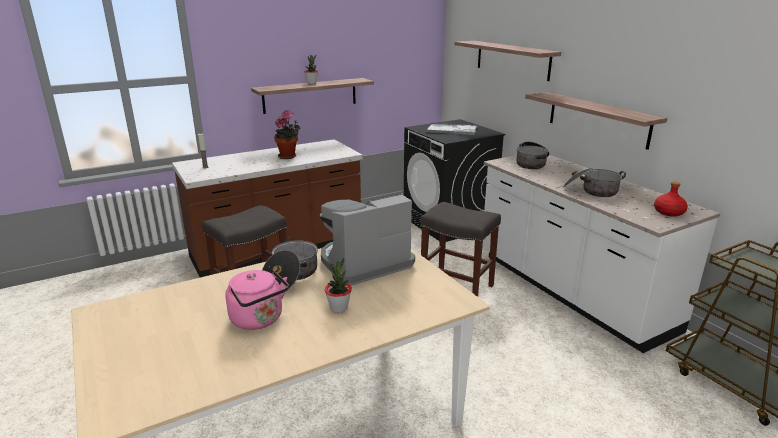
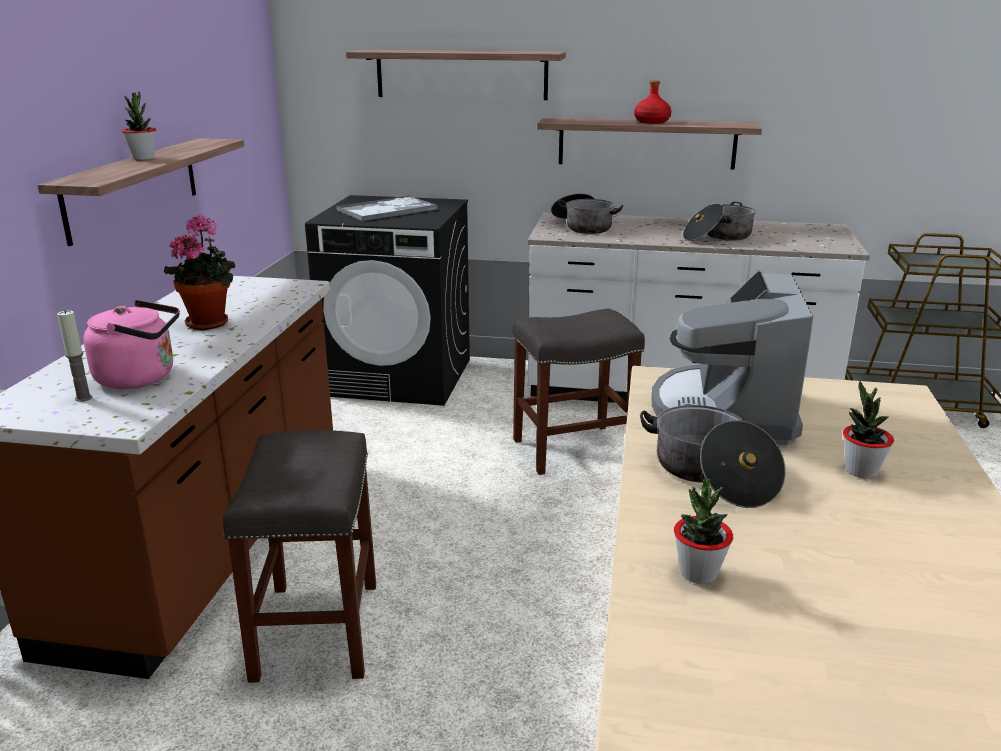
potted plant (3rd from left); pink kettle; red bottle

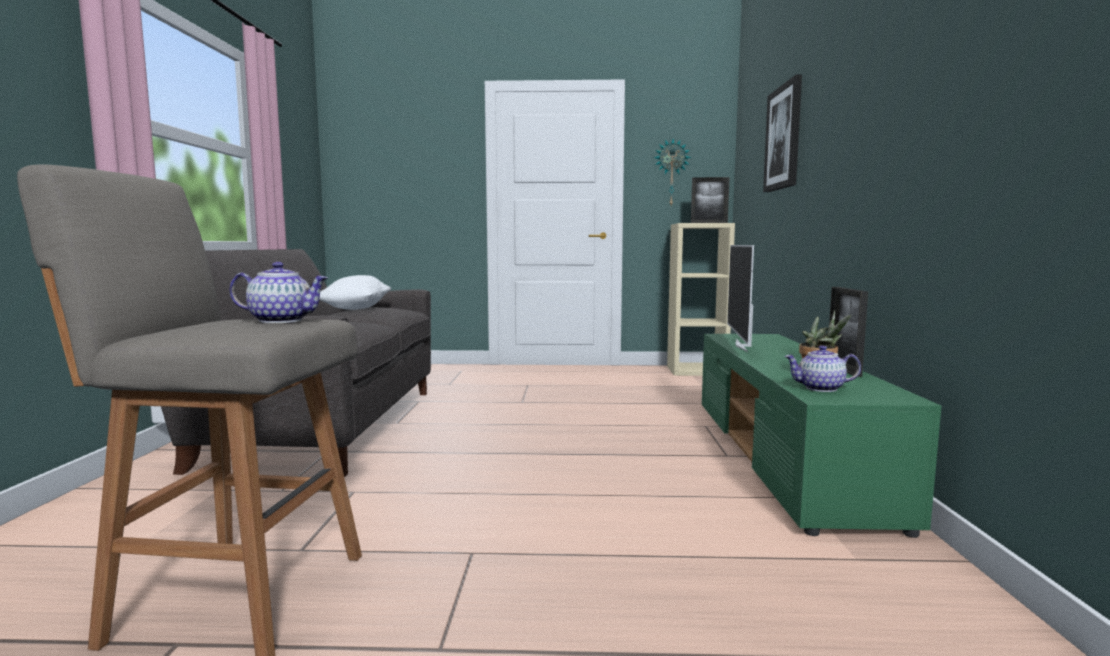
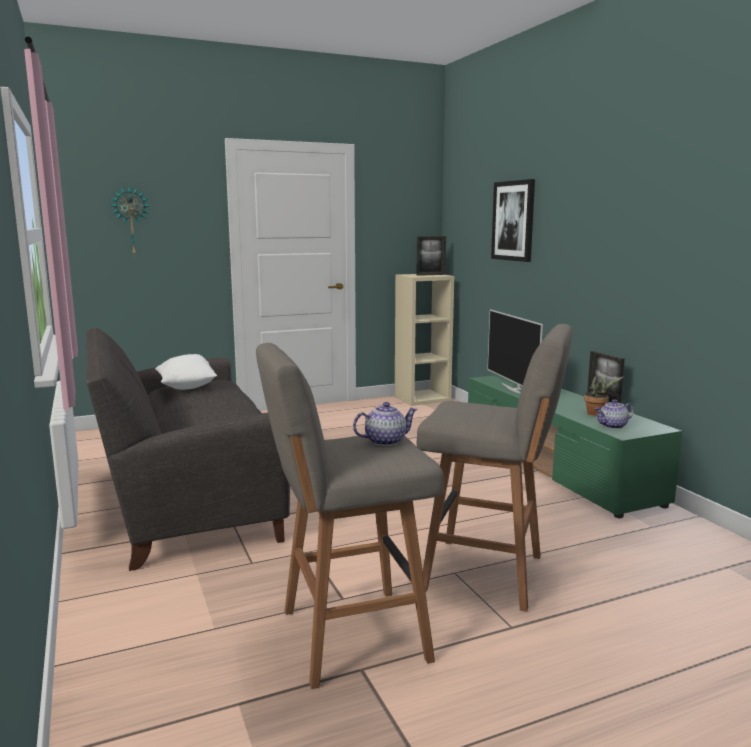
grey stool (2nd from left); wall clock

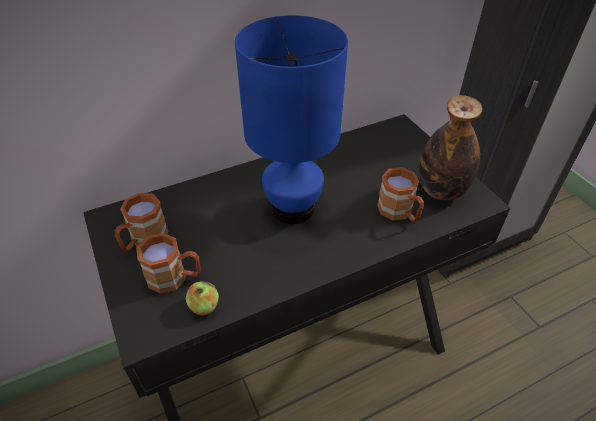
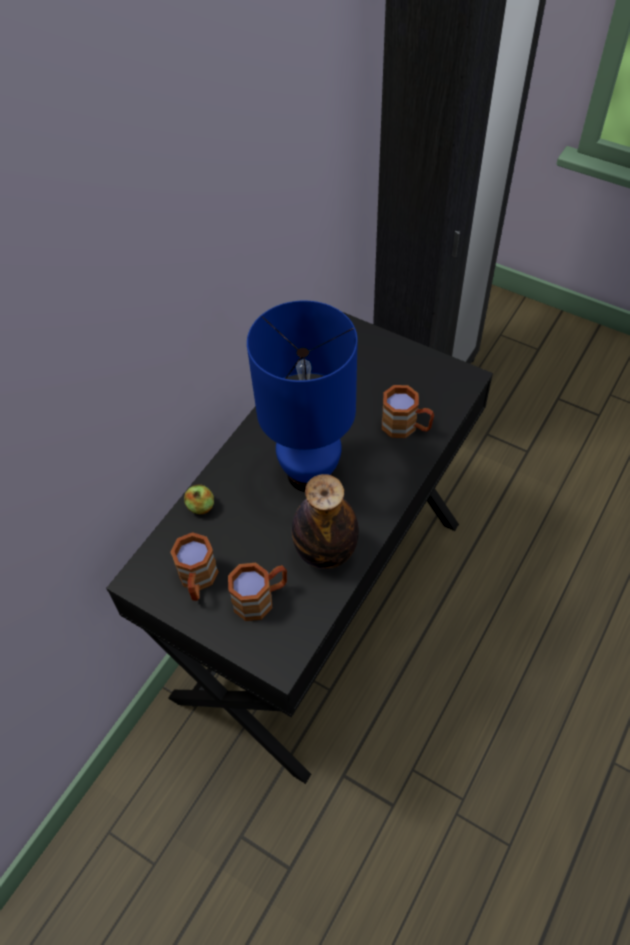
apple; bottle

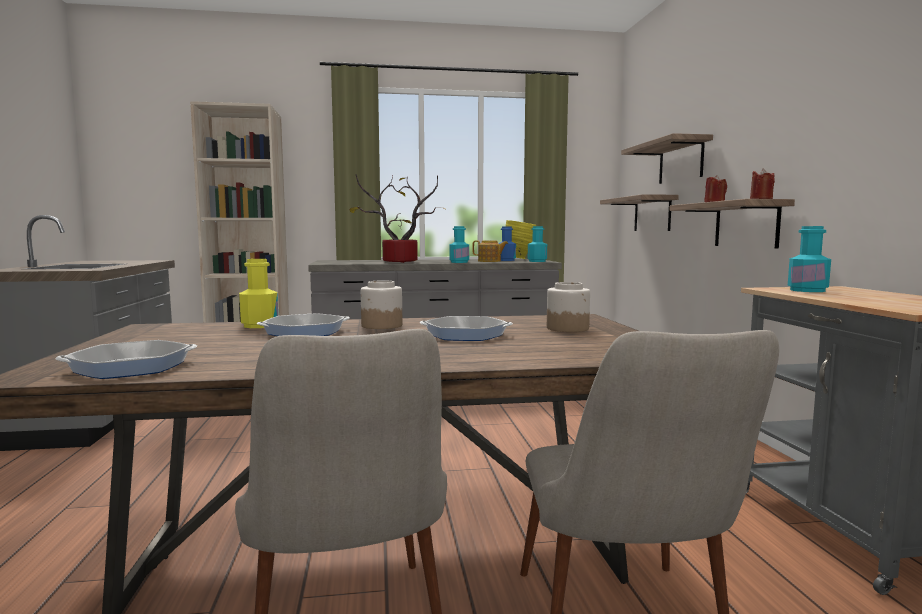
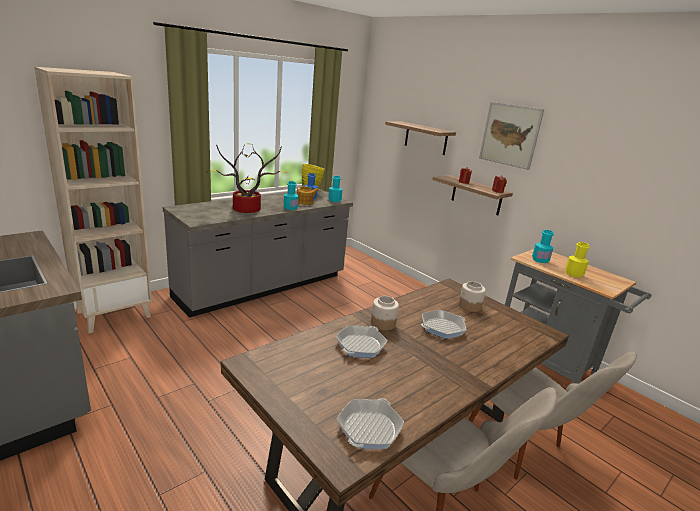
shelf (1st from left in the first image); picture; yellow bottle

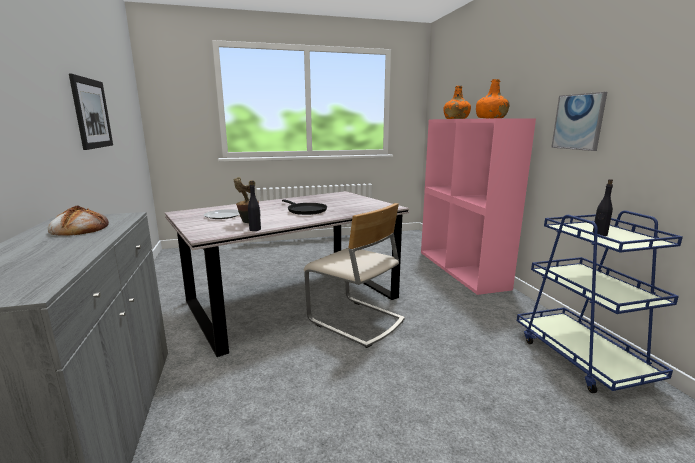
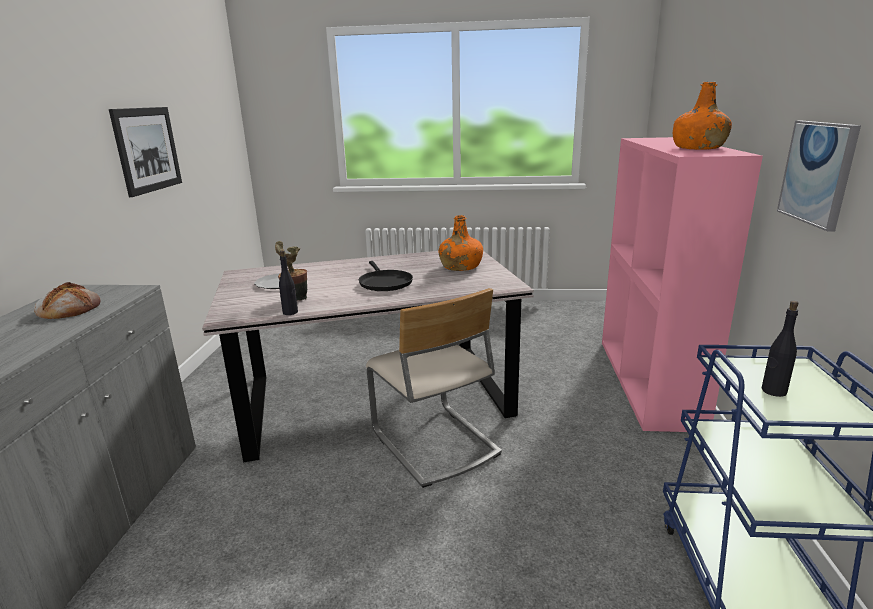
orange bottle (1st from left)

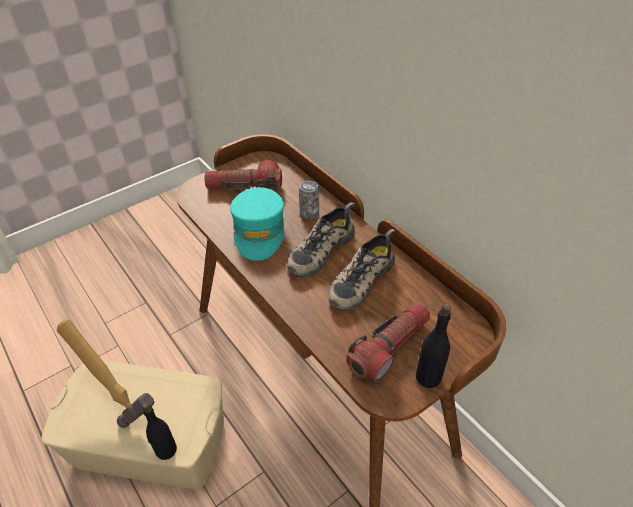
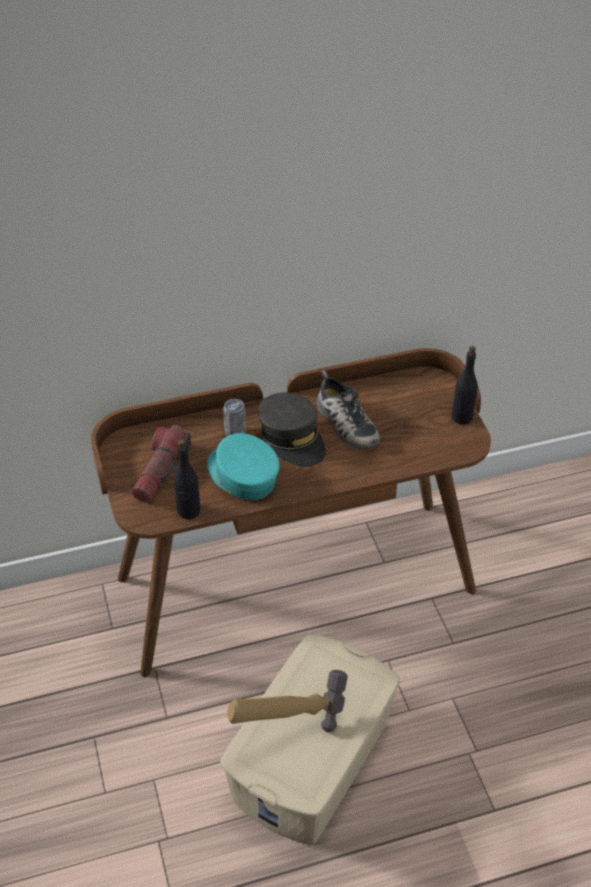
flashlight (2nd from left in the first image); black bottle (1st from left); grey cap; turquoise cap

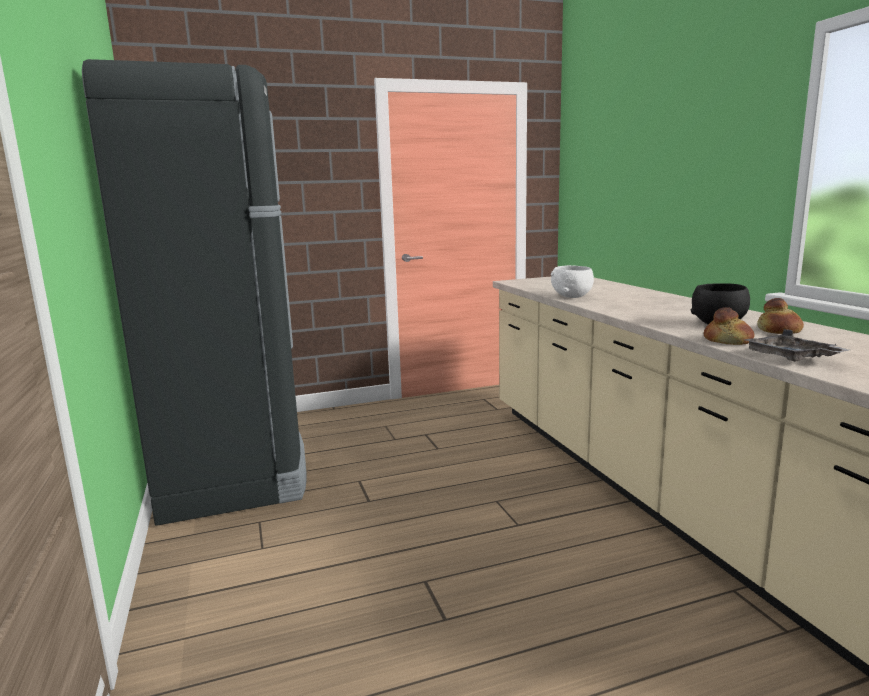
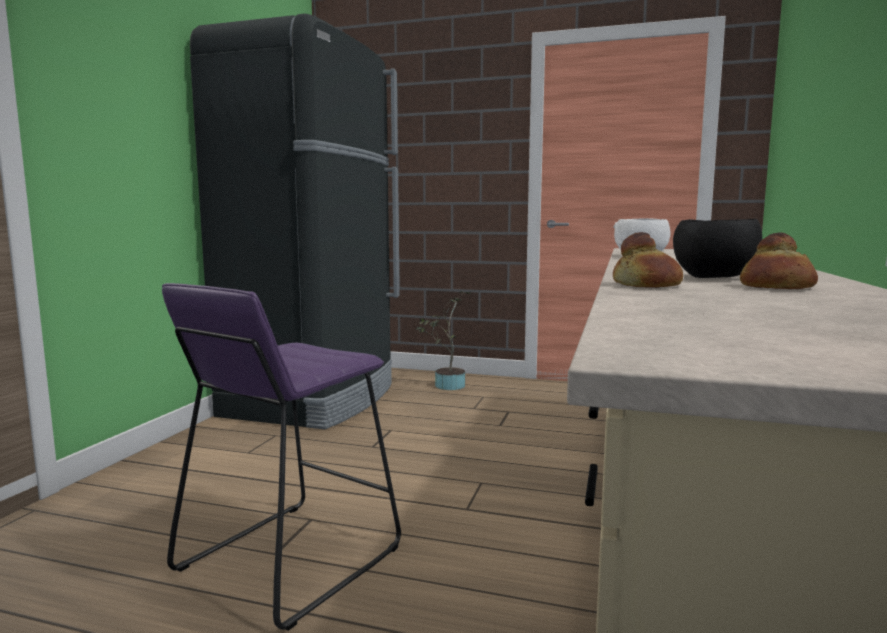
grey tray; purple stool; potted plant

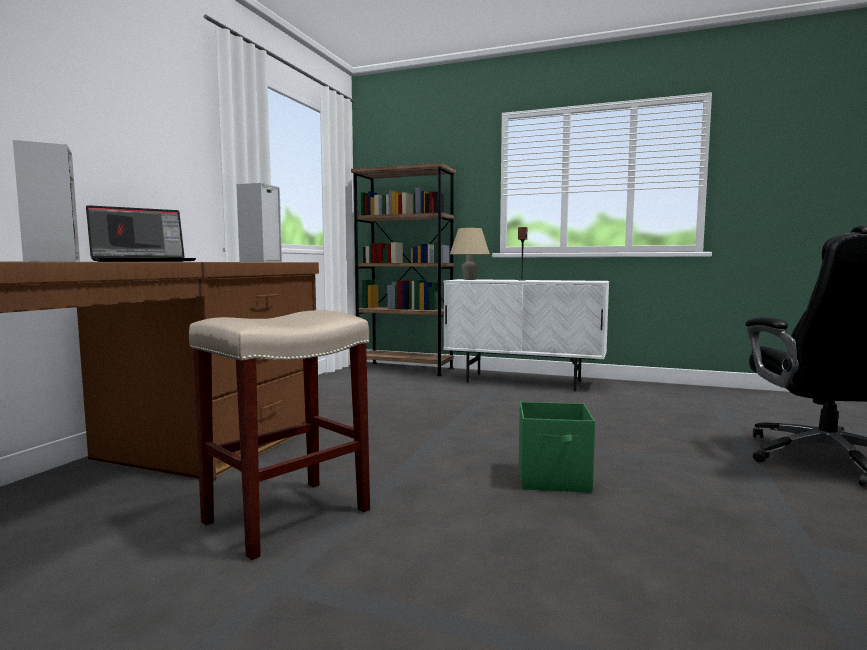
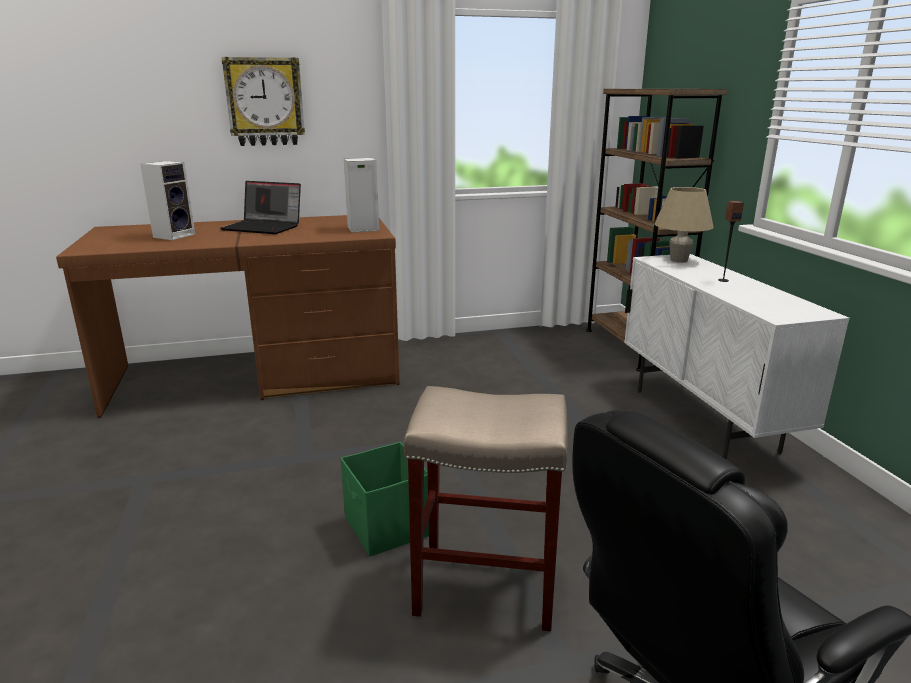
wall clock; beige stool

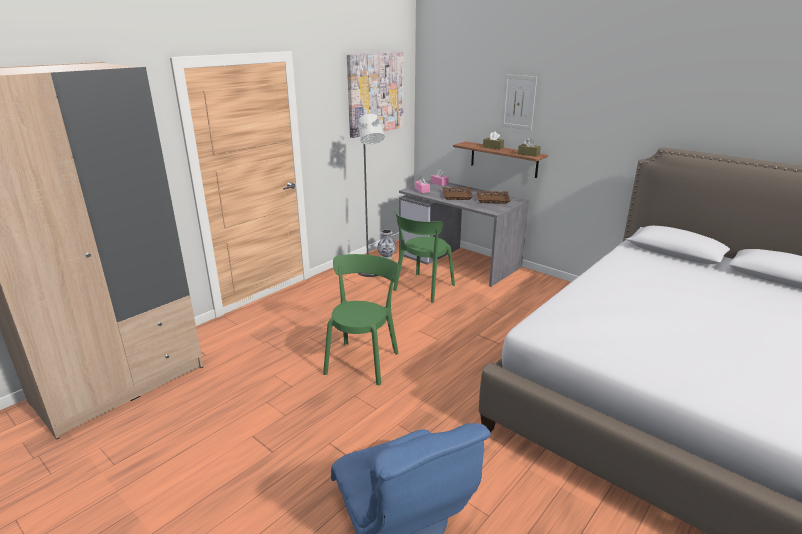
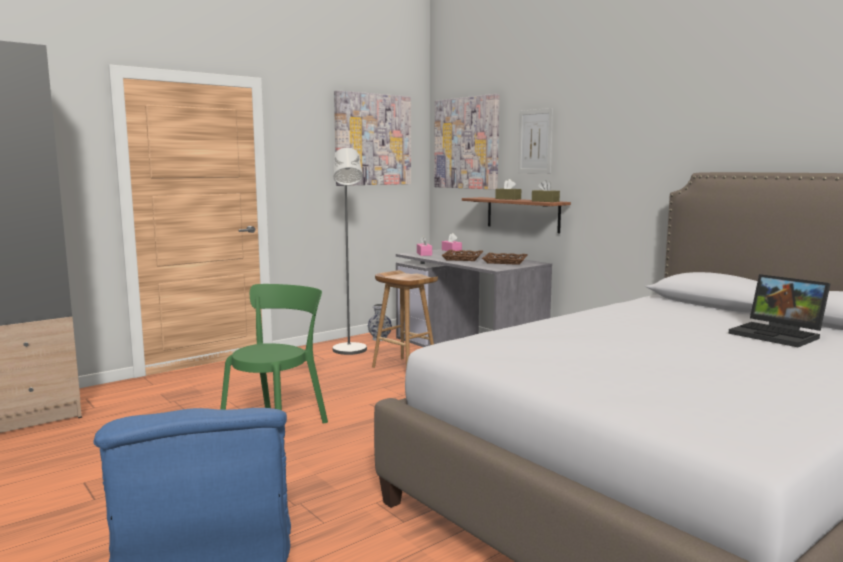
picture (2nd from left); laptop; brown stool

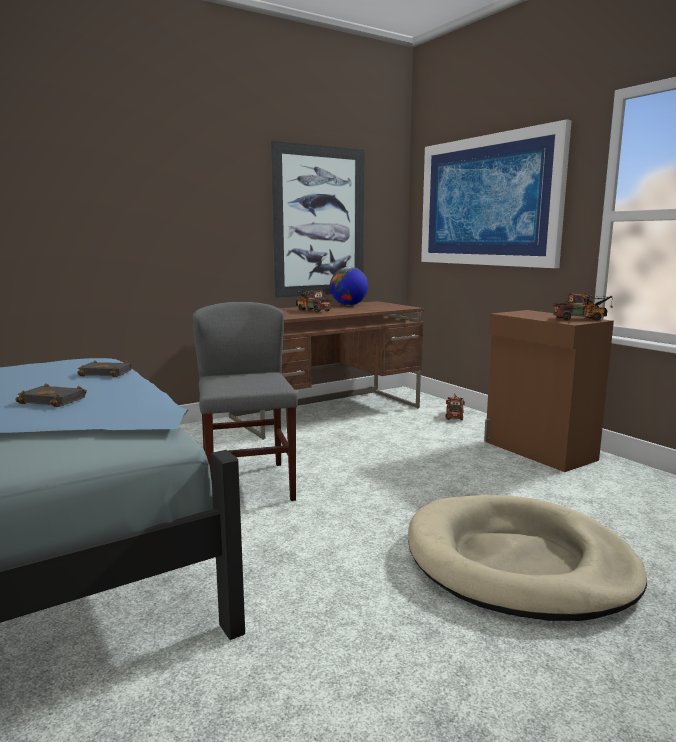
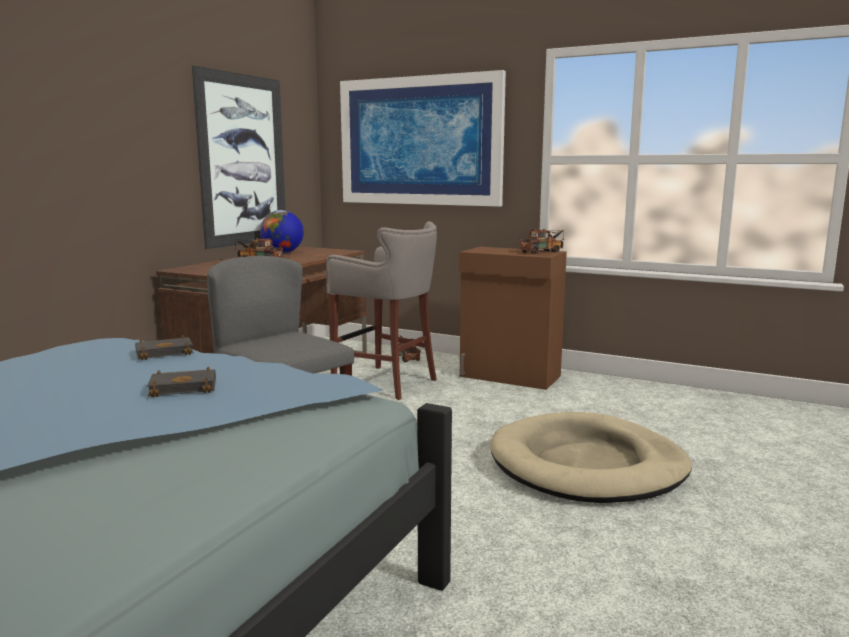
grey stool

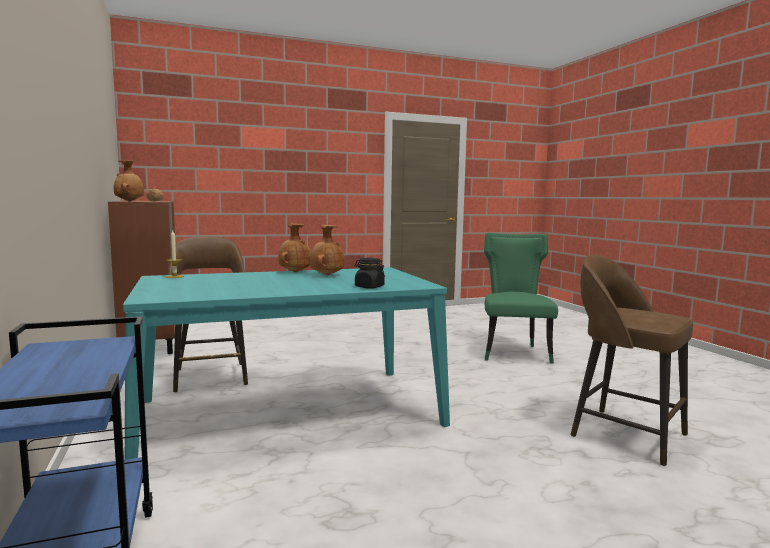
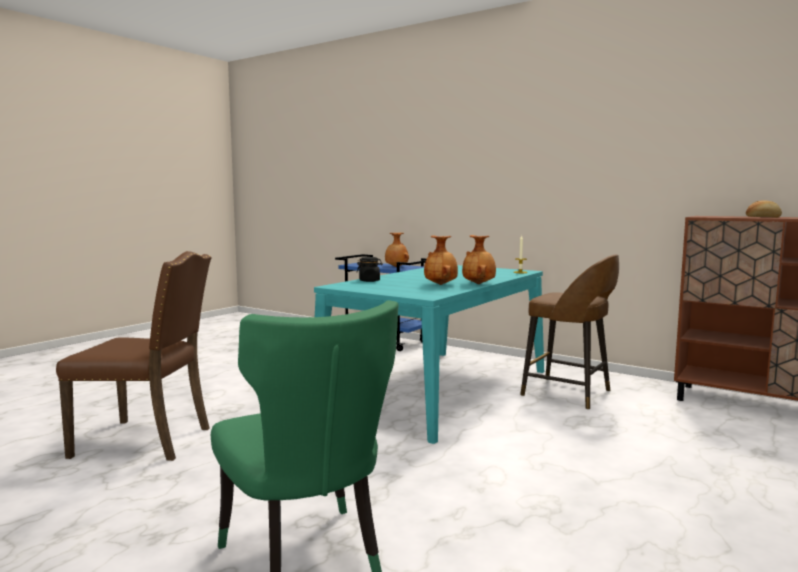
brown vase (1st from left); brown chair

